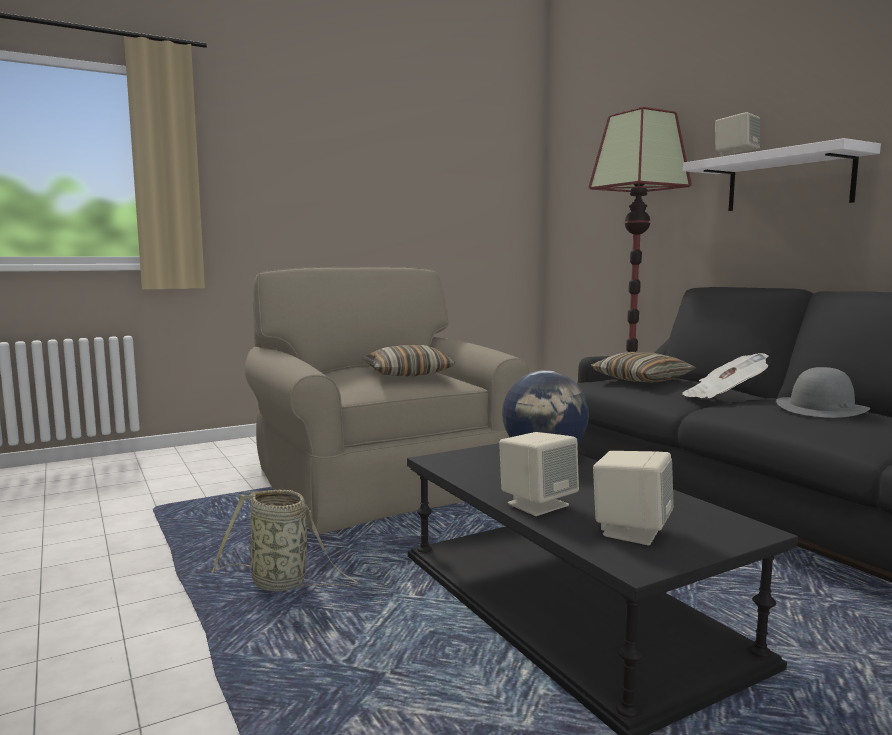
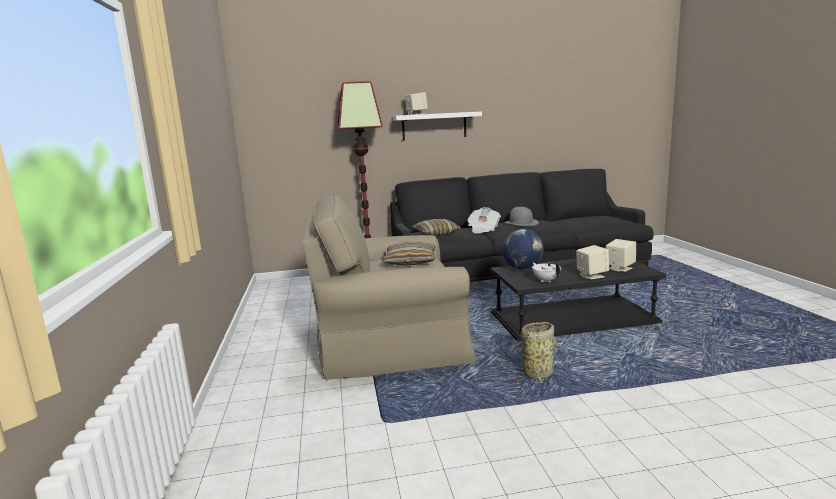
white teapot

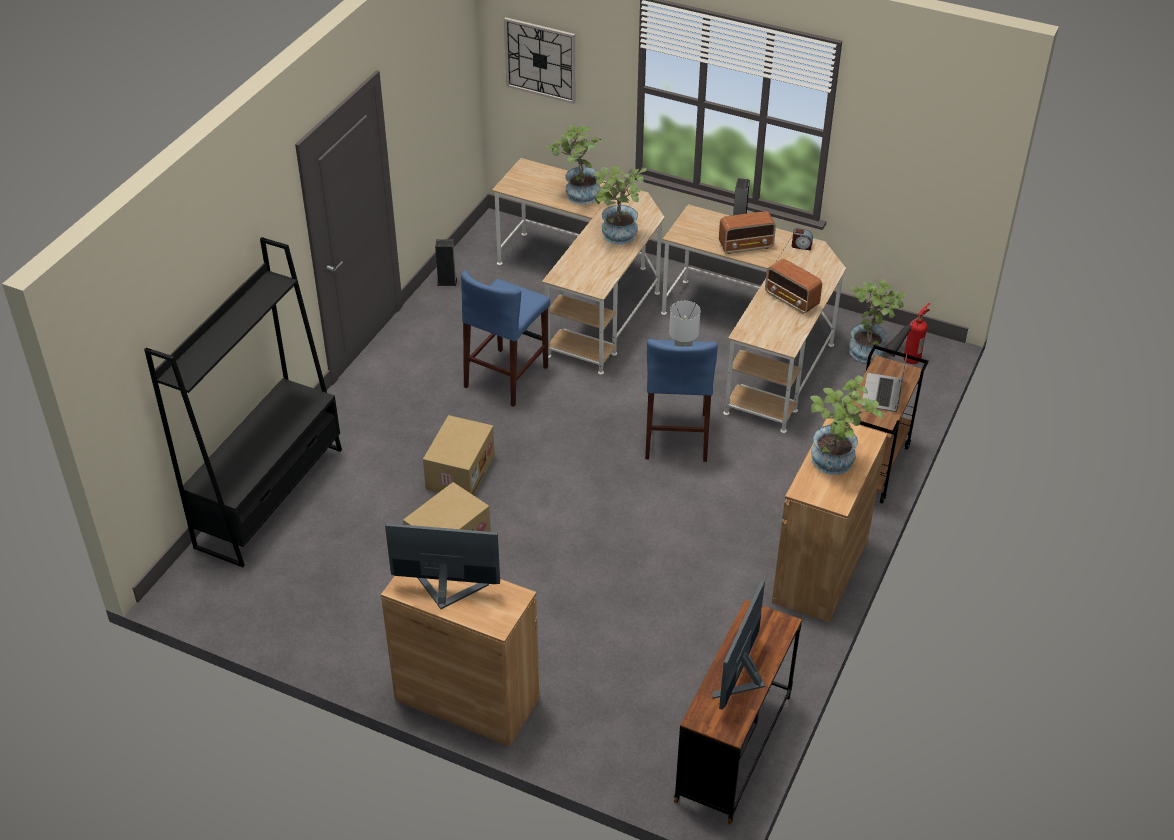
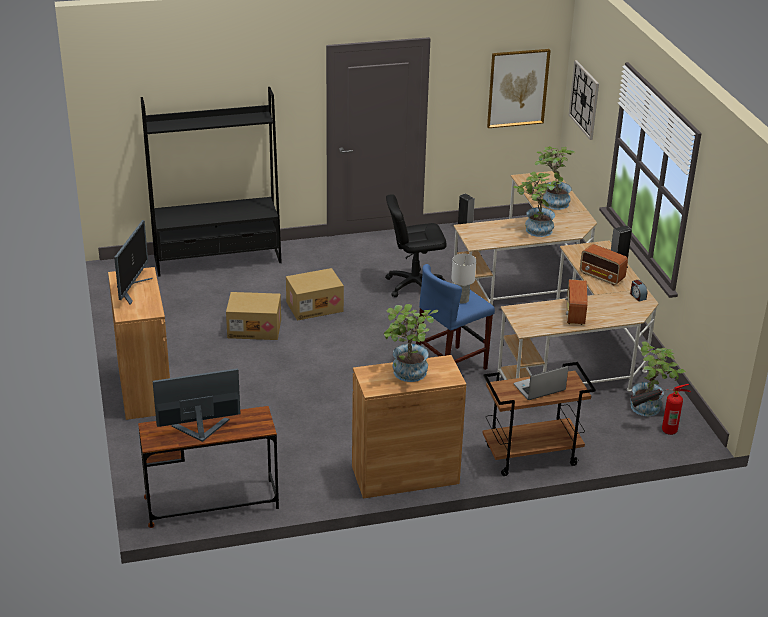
picture; black office chair; monitor (1st from left)

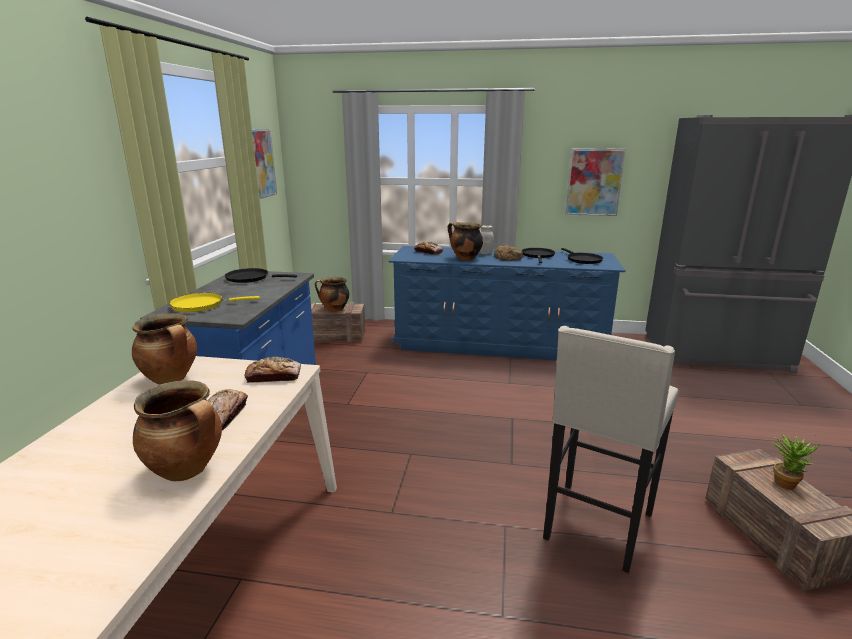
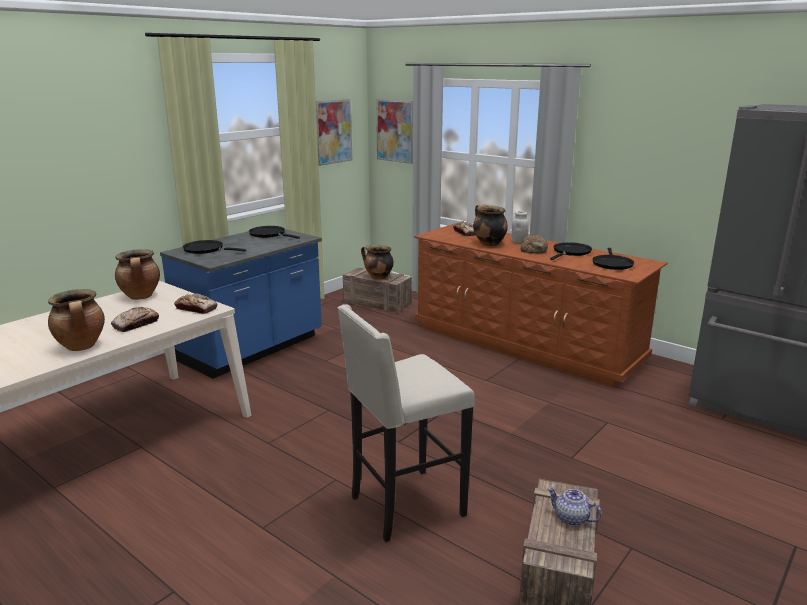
picture (2nd from left); teapot; black frying pan (1st from left); brown dresser

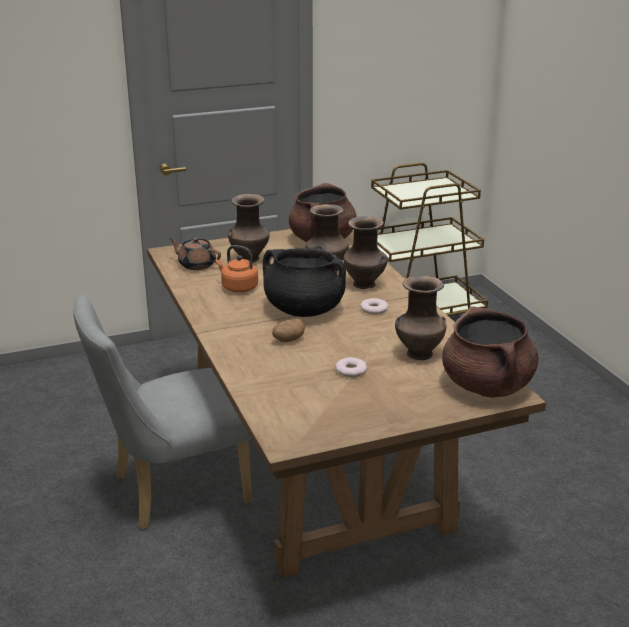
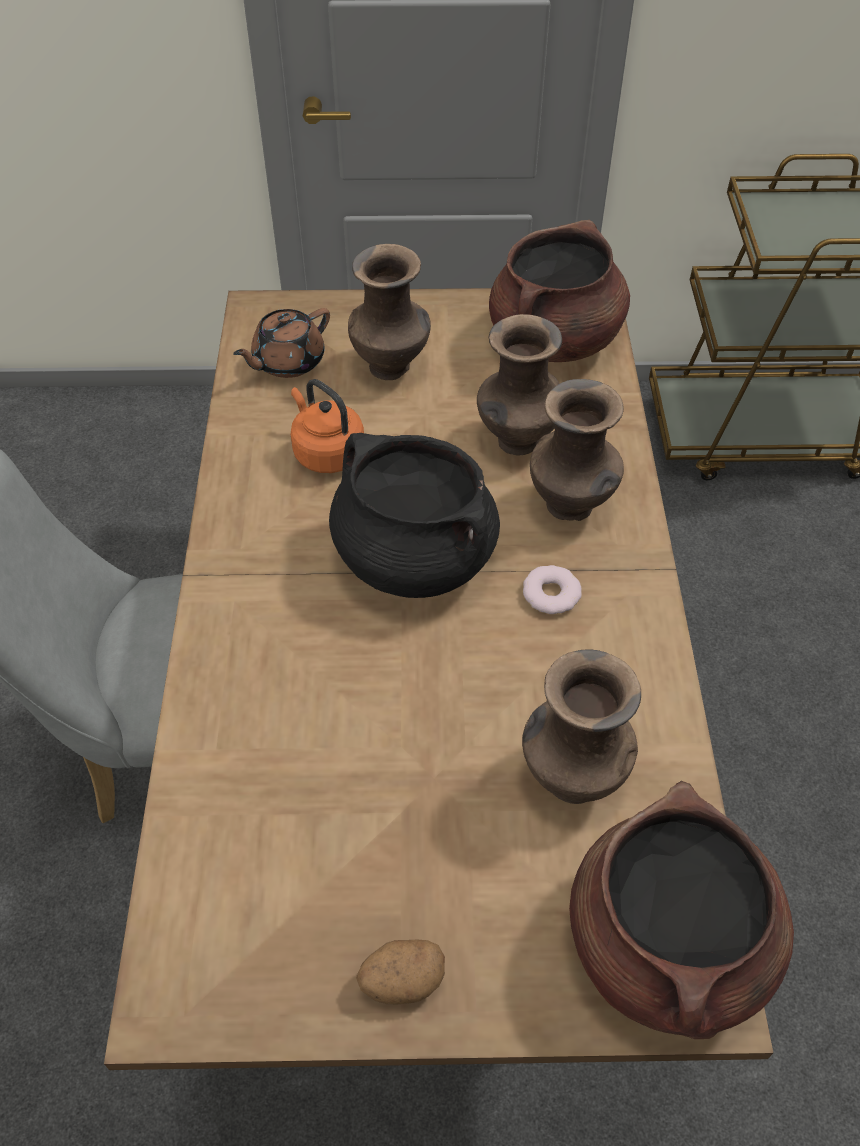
donut (1st from left in the first image); potato; brown teapot

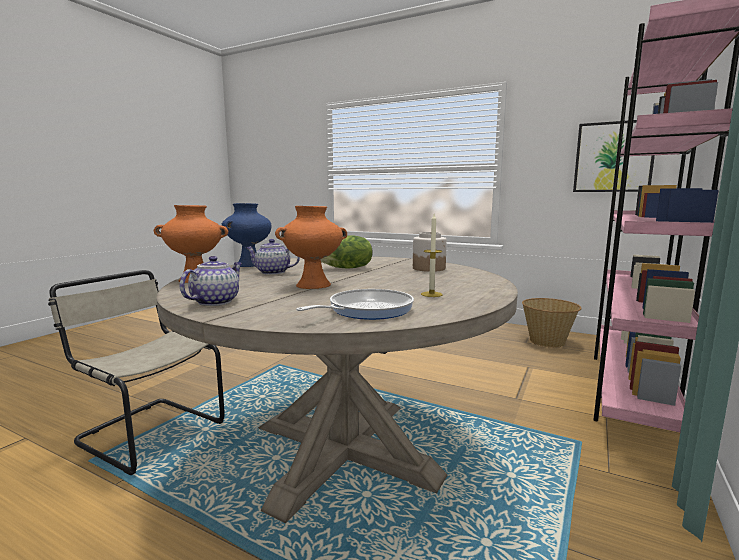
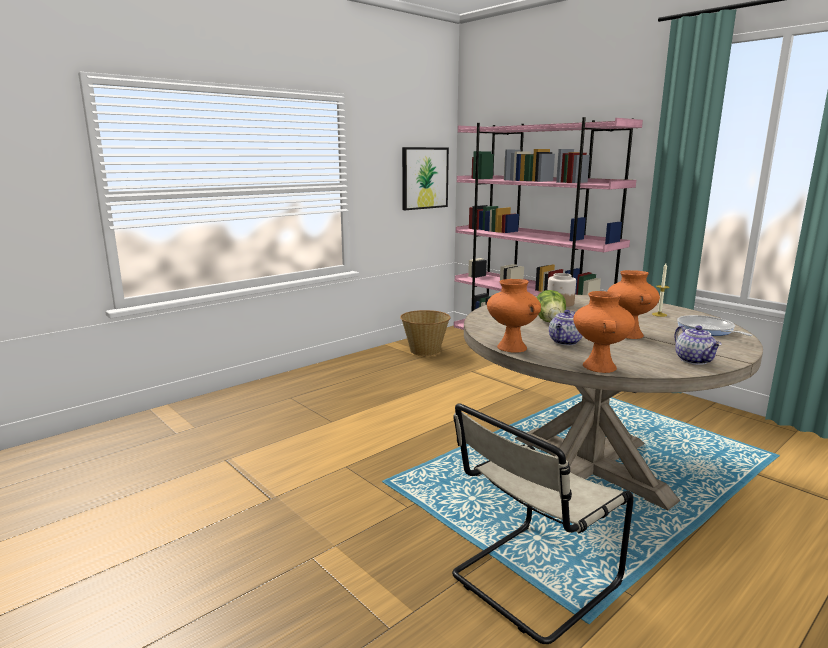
orange vase (1st from left); teapot (2nd from left)

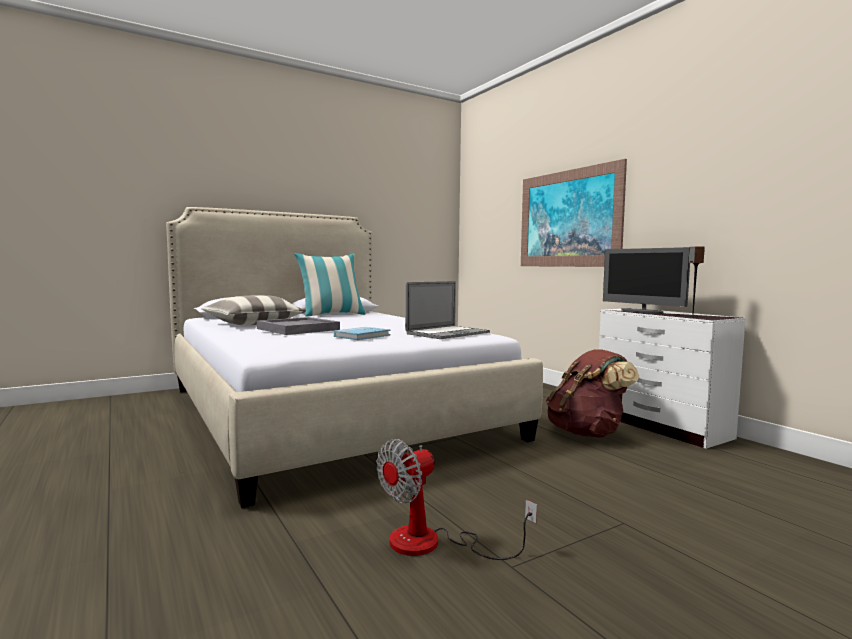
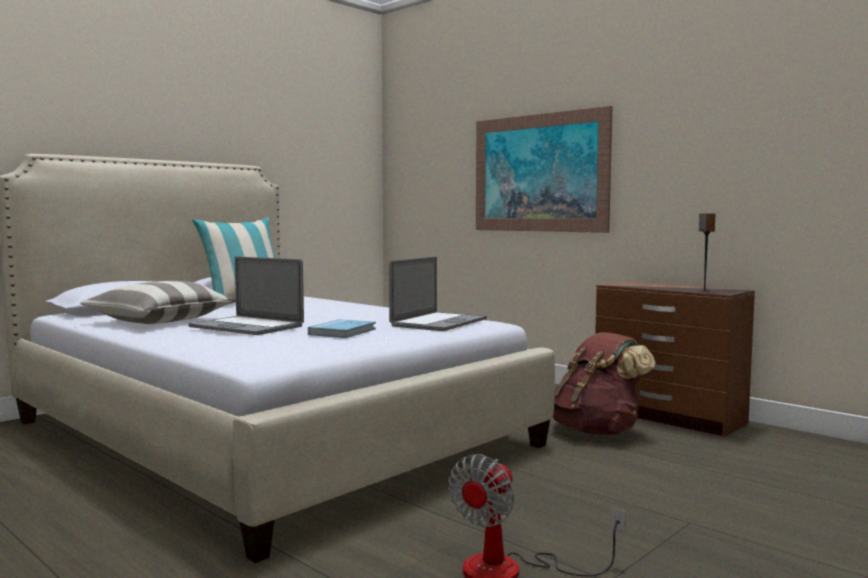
monitor; laptop (1st from left); brown dresser

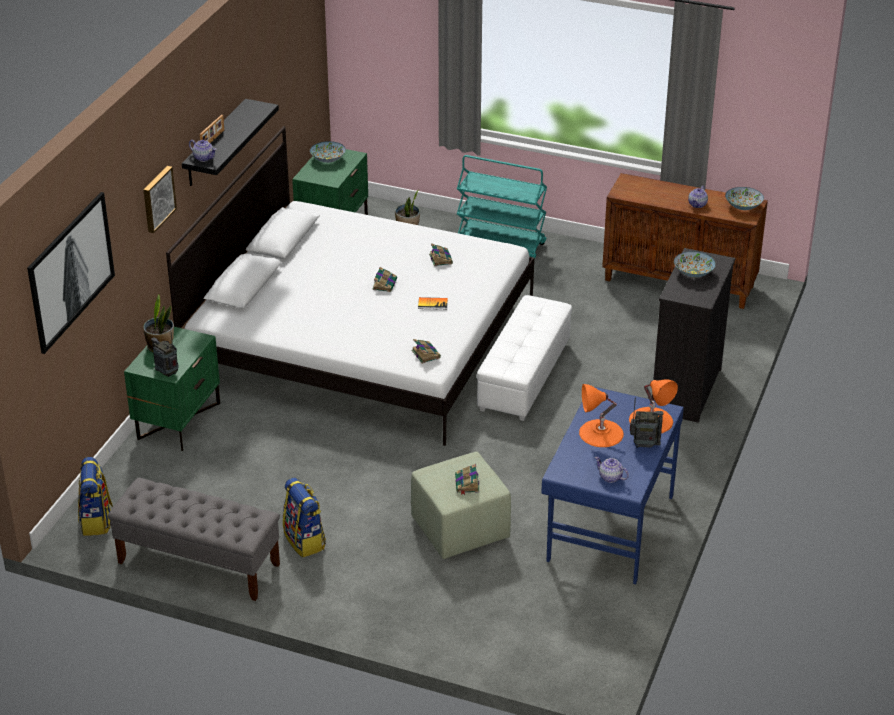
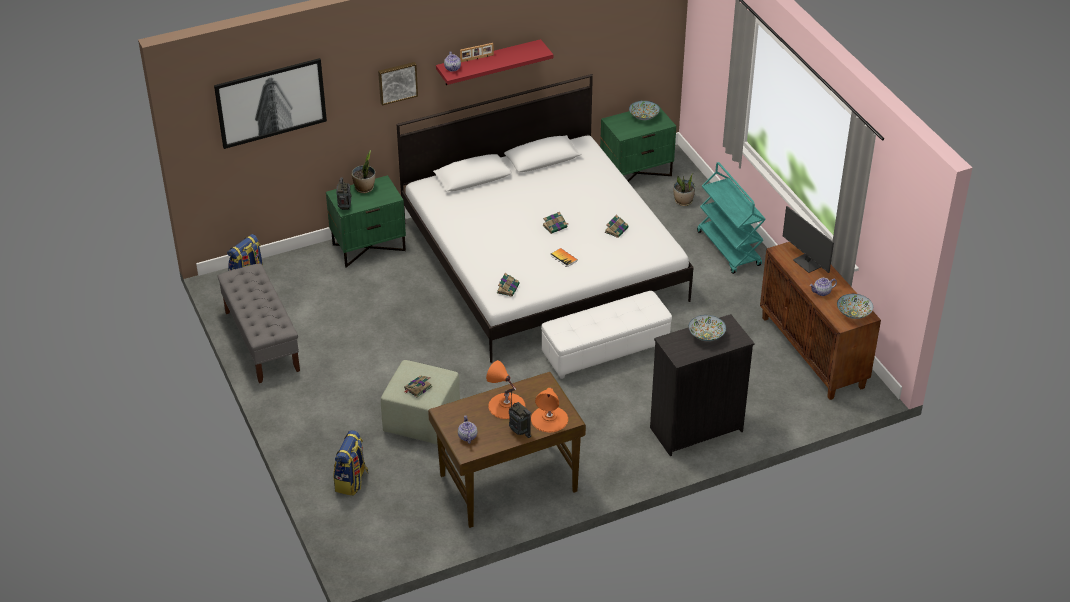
monitor; backpack (2nd from left); red shelf; brown desk

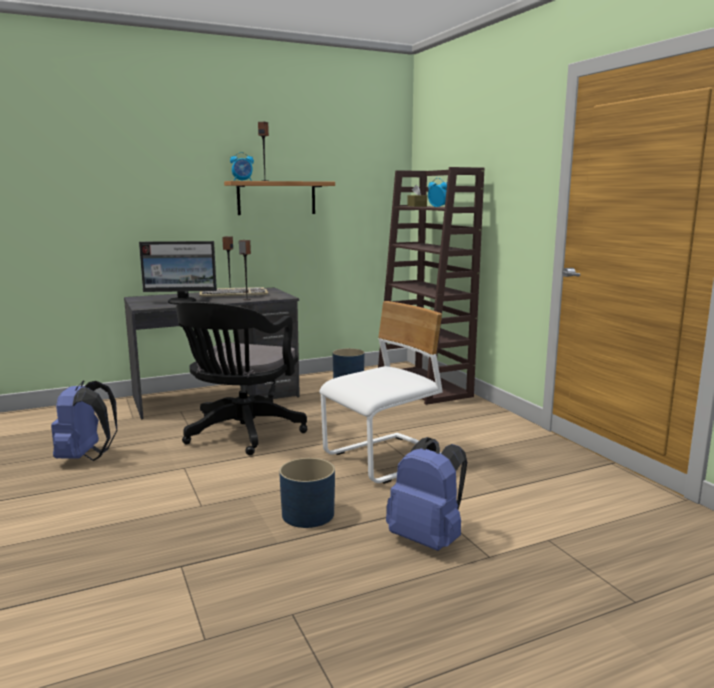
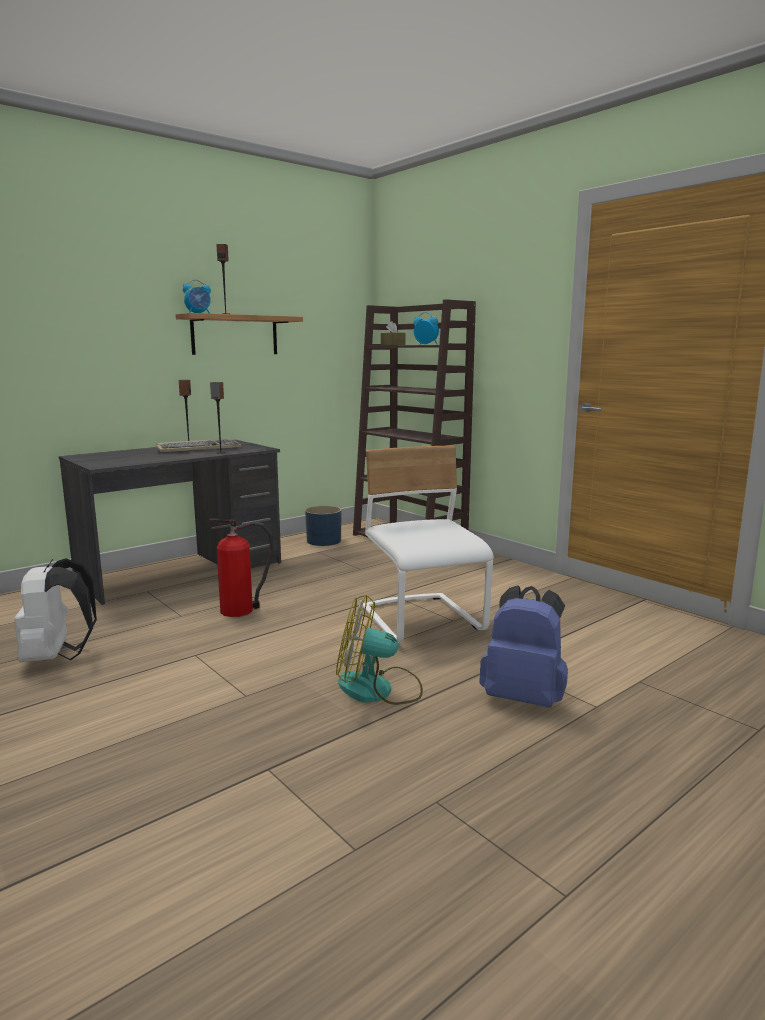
monitor; fire extinguisher; fan; white backpack; white chair

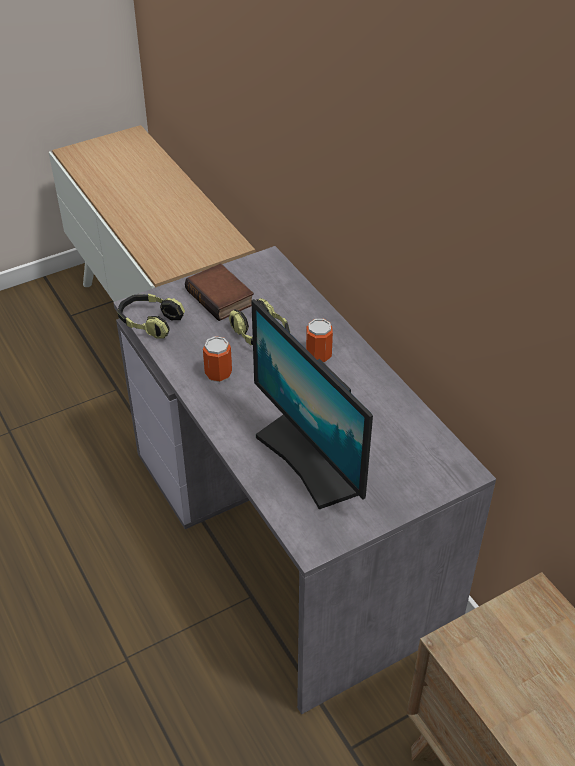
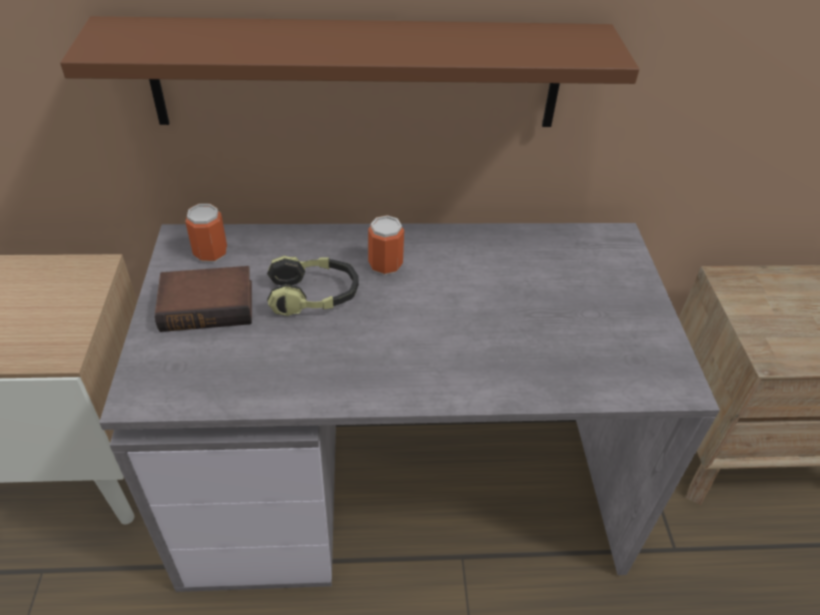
headphones (1st from left in the first image); monitor; brown shelf; can (1st from left)

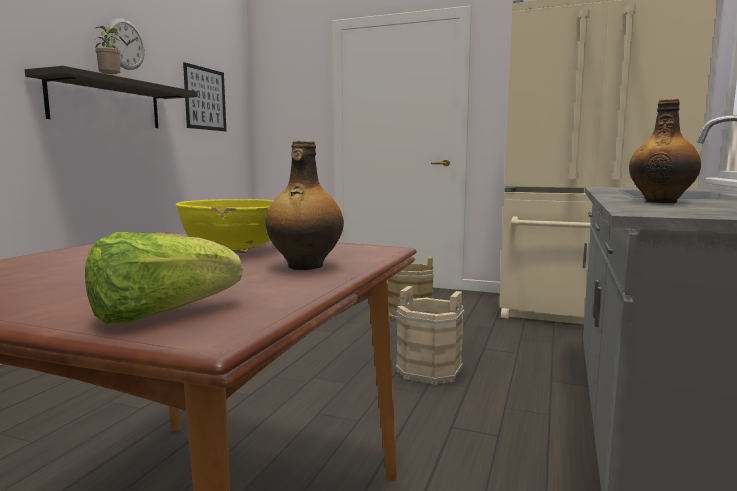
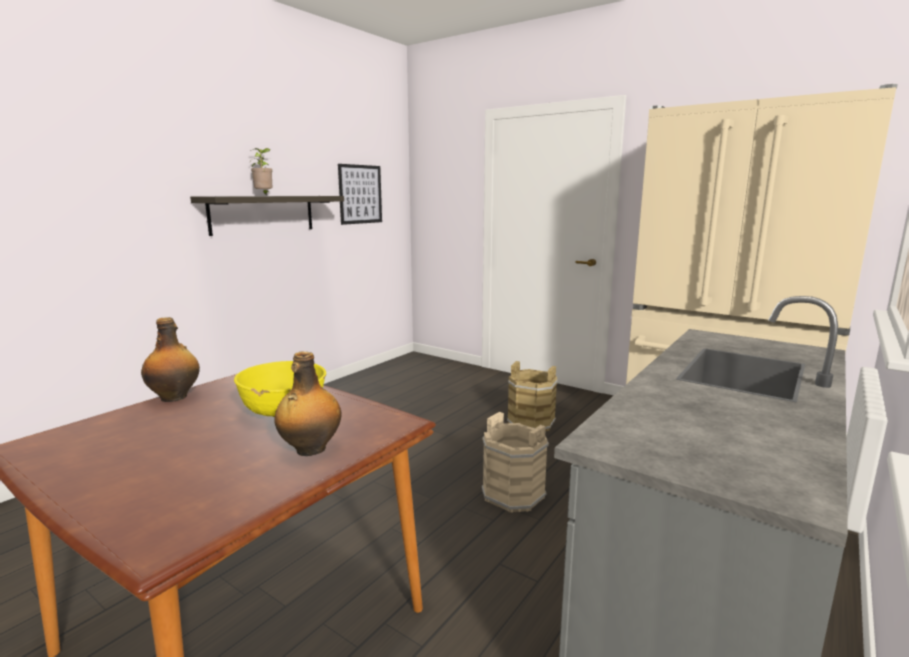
lettuce; wall clock; bottle (1st from left)

